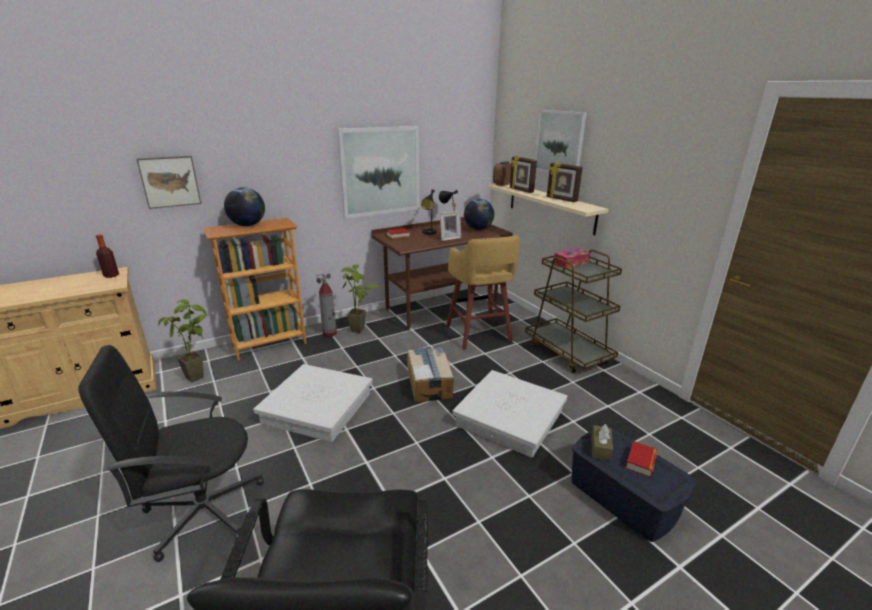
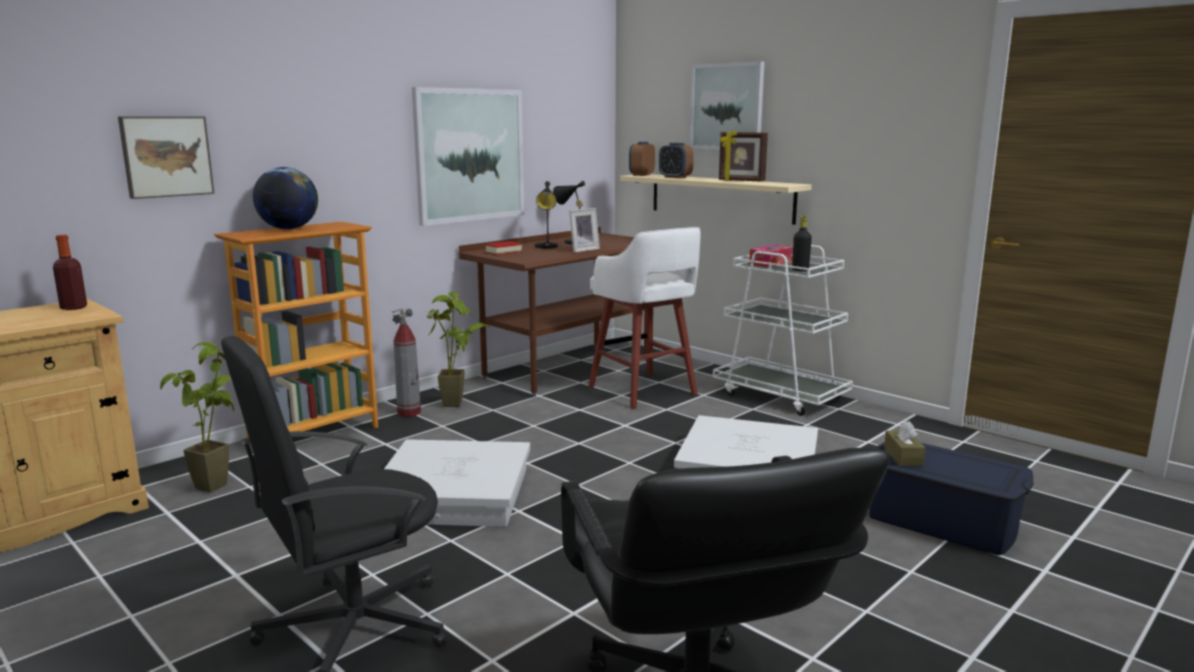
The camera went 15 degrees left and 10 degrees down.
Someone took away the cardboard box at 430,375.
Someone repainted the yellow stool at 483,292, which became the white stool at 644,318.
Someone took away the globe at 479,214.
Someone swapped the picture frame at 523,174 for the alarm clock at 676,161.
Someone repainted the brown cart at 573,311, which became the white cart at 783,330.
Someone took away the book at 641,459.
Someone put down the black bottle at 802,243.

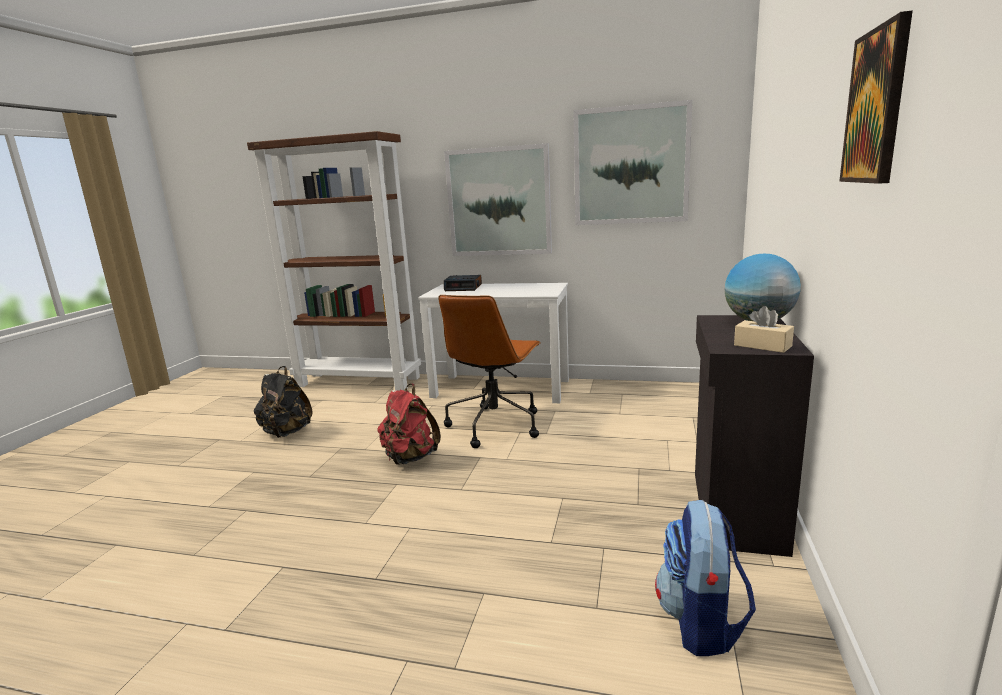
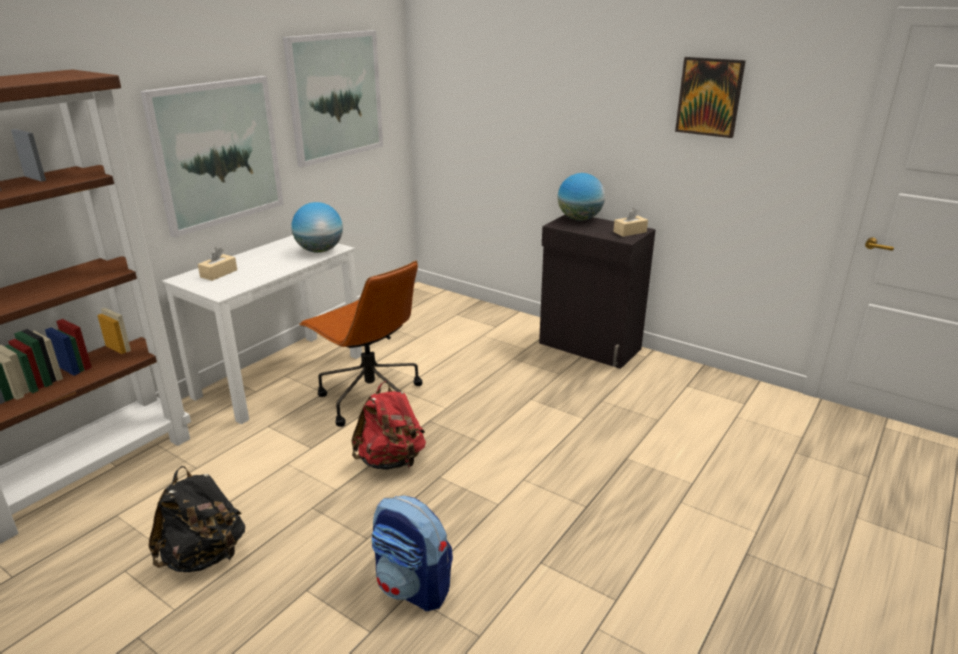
The camera went 70 degrees left and 10 degrees up.
Someone swapped the alarm clock at 463,283 for the beige tissue box at 217,264.
Someone carried the backpack from 705,578 to 412,553.
Someone put down the globe at 317,227.

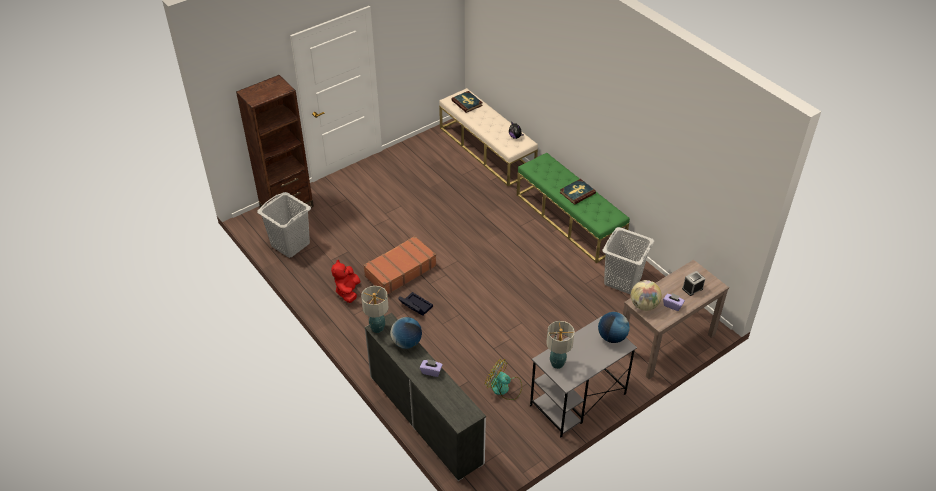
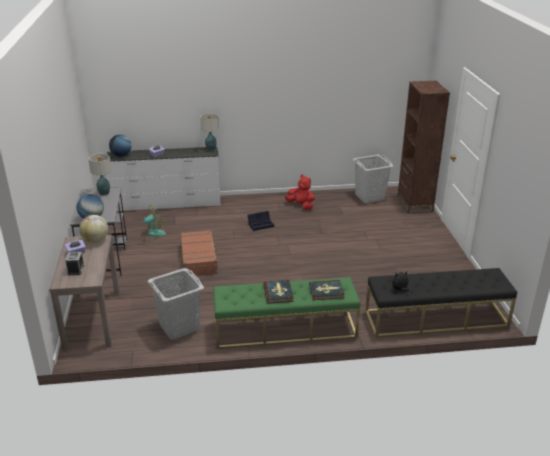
The camera went 120 degrees right and 15 degrees down.
Someone carried the brown suitcase from 400,265 to 200,253.
Someone carried the globe from 406,333 to 120,146.
Someone repainted the beige bench at 488,137, which became the black bench at 441,303.
Someone carried the book from 467,102 to 327,290.

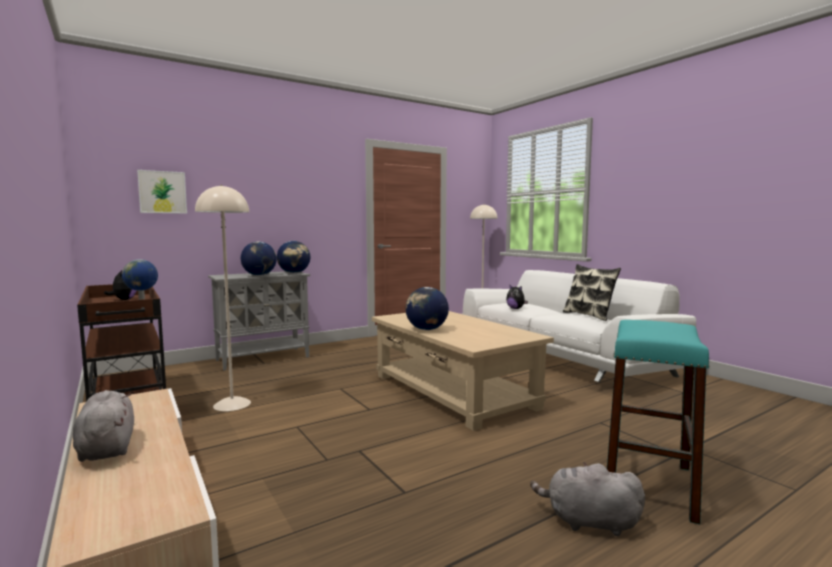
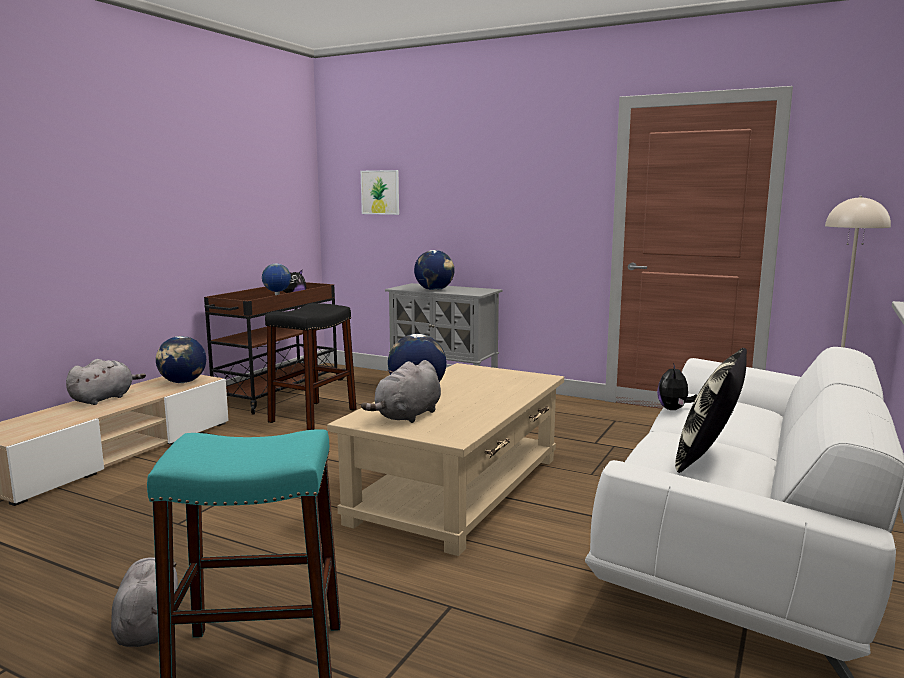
The camera went 60 degrees right and 5 degrees up.
Someone swapped the beige floor lamp at 223,298 for the black stool at 311,366.
Someone carried the globe from 293,257 to 181,359.
Someone put down the grey plush toy at 401,391.

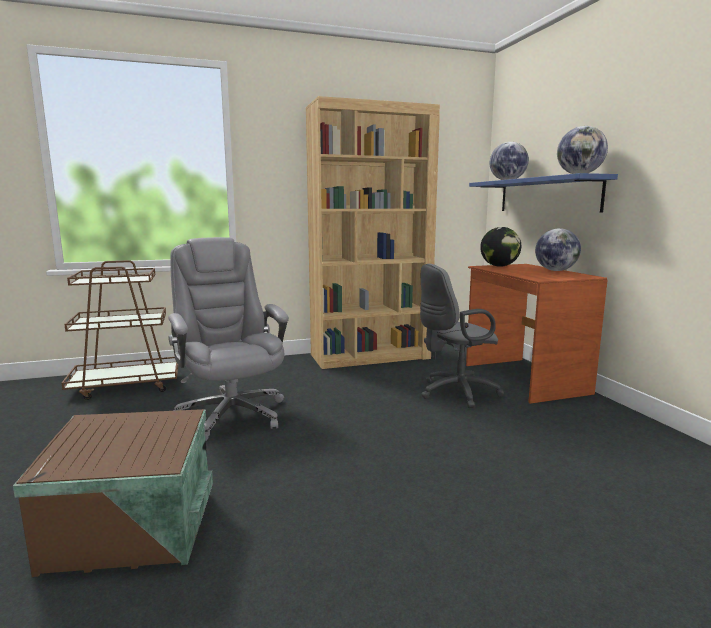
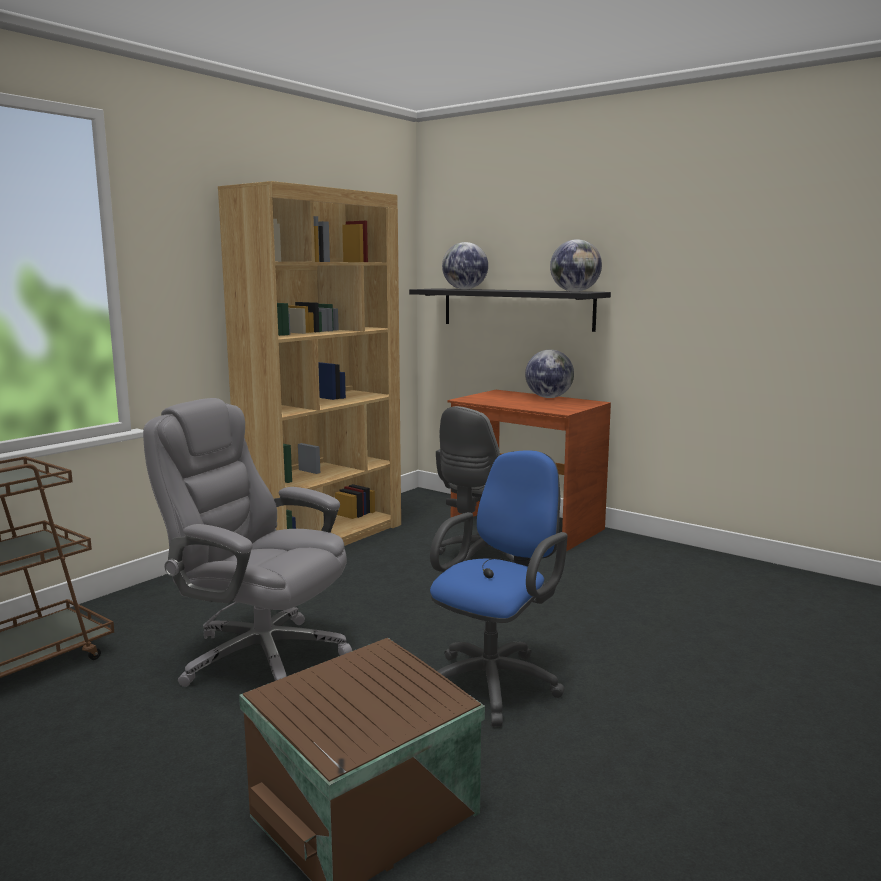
The camera went 35 degrees left and 0 degrees up.
Someone repainted the blue shelf at 543,193, which became the black shelf at 510,310.
Someone took away the globe at 500,247.
Someone put down the blue office chair at 498,588.

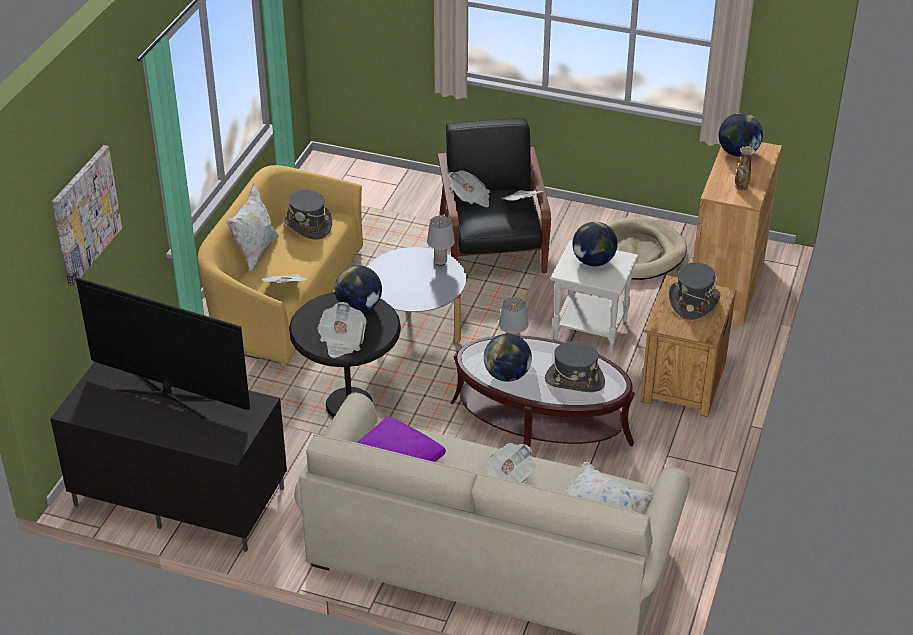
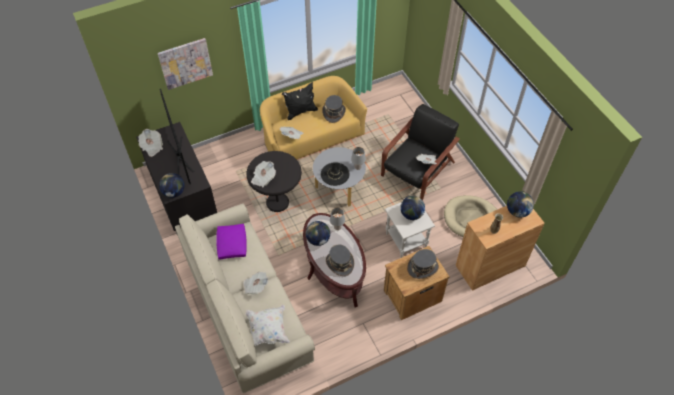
The camera went 45 degrees right and 15 degrees up.
Someone repainted the white pillow at 252,228, which became the black pillow at 300,101.
Someone carried the globe from 358,288 to 171,185.
Someone carried the newspaper from 469,188 to 150,143.
Someone put down the black hat at 335,174.

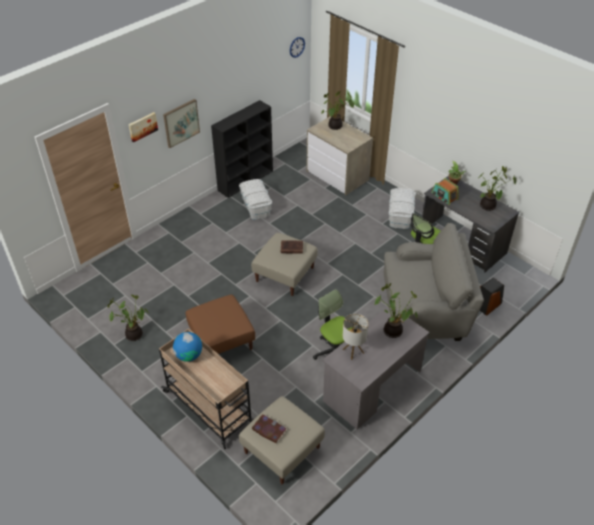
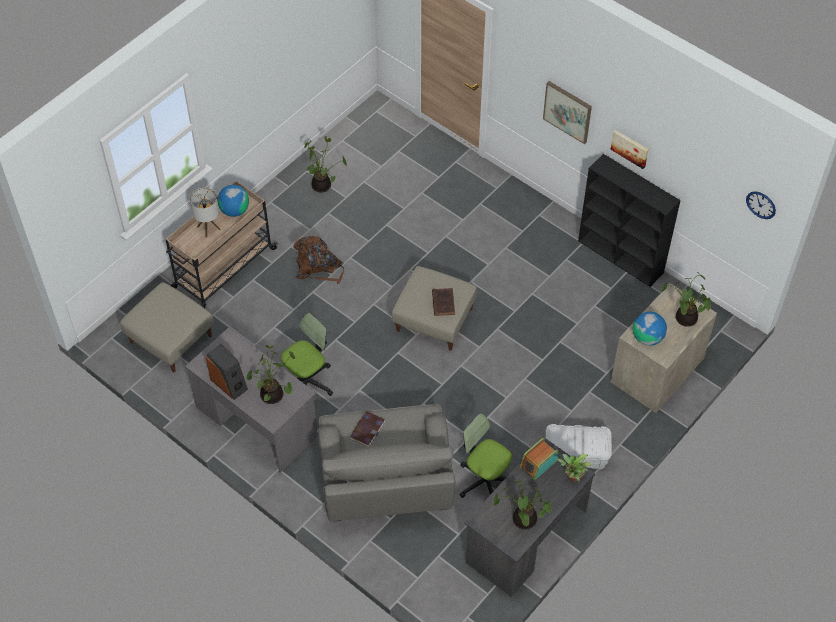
The camera went 85 degrees right and 10 degrees up.
Someone carried the picture from 143,127 to 629,149.
Someone swapped the brown ottoman at 220,324 for the brown backpack at 318,260.
Someone took away the white storage box at 255,199.
Someone carried the book from 269,429 to 367,429.
Someone carried the table lamp from 355,337 to 205,212.
Someone carried the speaker from 492,296 to 227,372.
Someone put down the globe at 650,329.

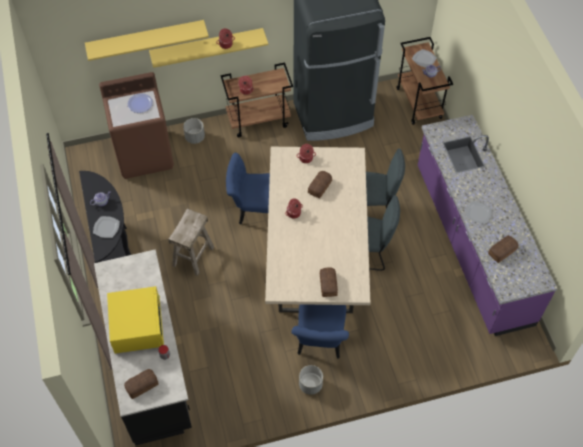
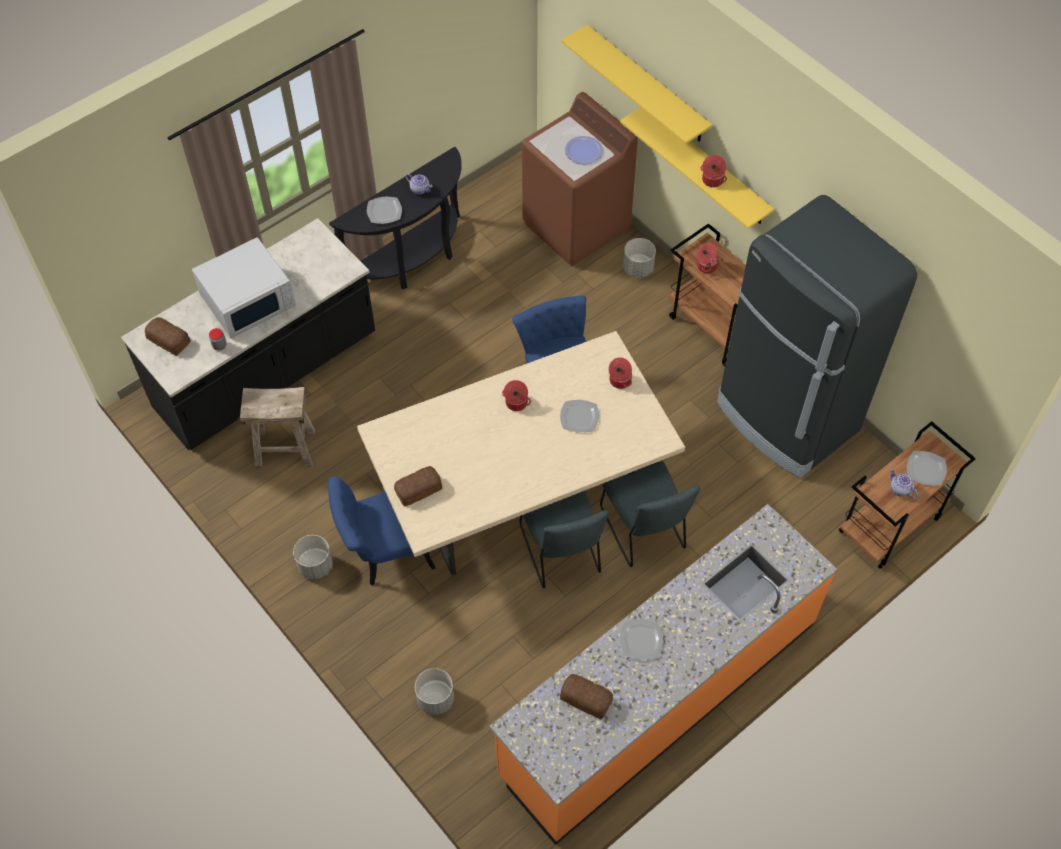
The camera went 65 degrees right and 0 degrees up.
Someone repainted the yellow microwave at 135,320, which became the white microwave at 244,288.
Someone carried the beige stool from 191,242 to 277,427.
Someone swapped the bread at 320,184 for the plate at 579,416.
Someone repainted the purple counter at 487,225, which became the orange counter at 663,674.
Someone put down the grey planter at 434,691.

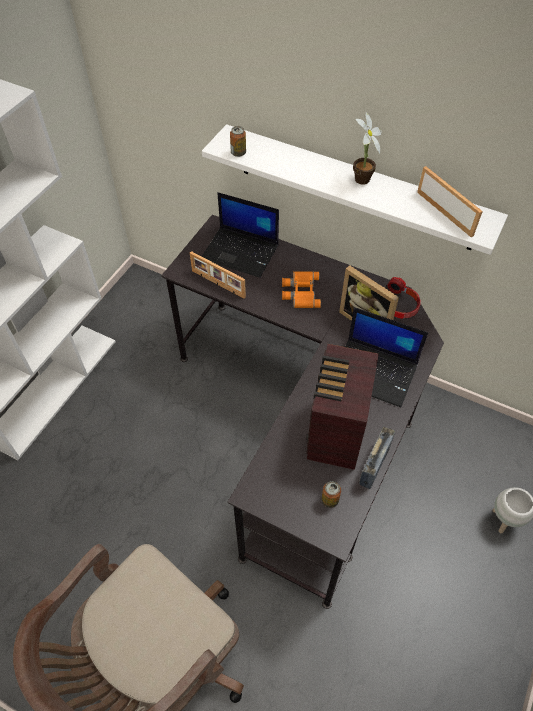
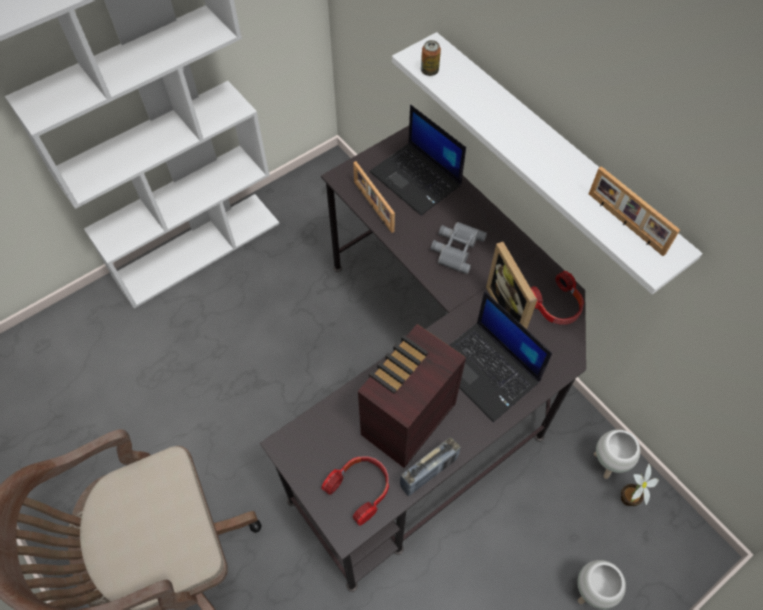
The camera went 25 degrees right and 5 degrees up.
Someone repainted the orange binoculars at 301,289, which became the grey binoculars at 458,248.
Someone swapped the can at 331,494 for the headphones at 355,491.
Someone carried the potted plant from 367,148 to 640,485.
Someone rotated the picture frame at 450,201 by 150 degrees clockwise.
Someone put down the white planter at 617,454.

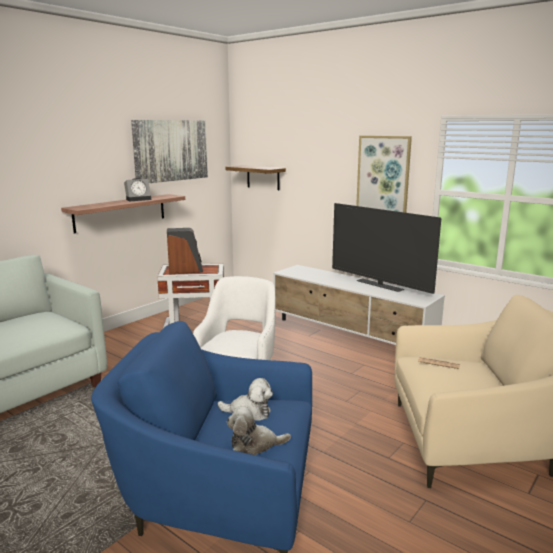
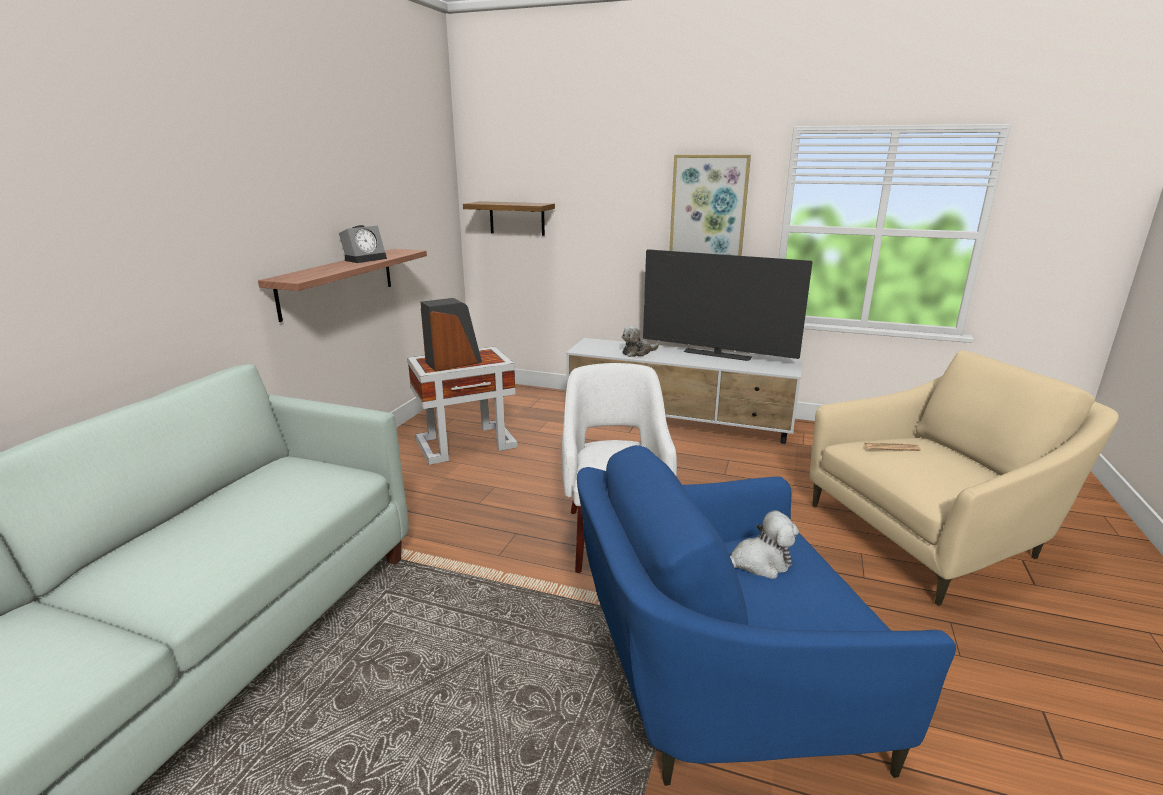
The camera went 20 degrees left and 5 degrees up.
Someone took away the picture at 169,151.
Someone carried the plush toy from 259,430 to 640,341.

